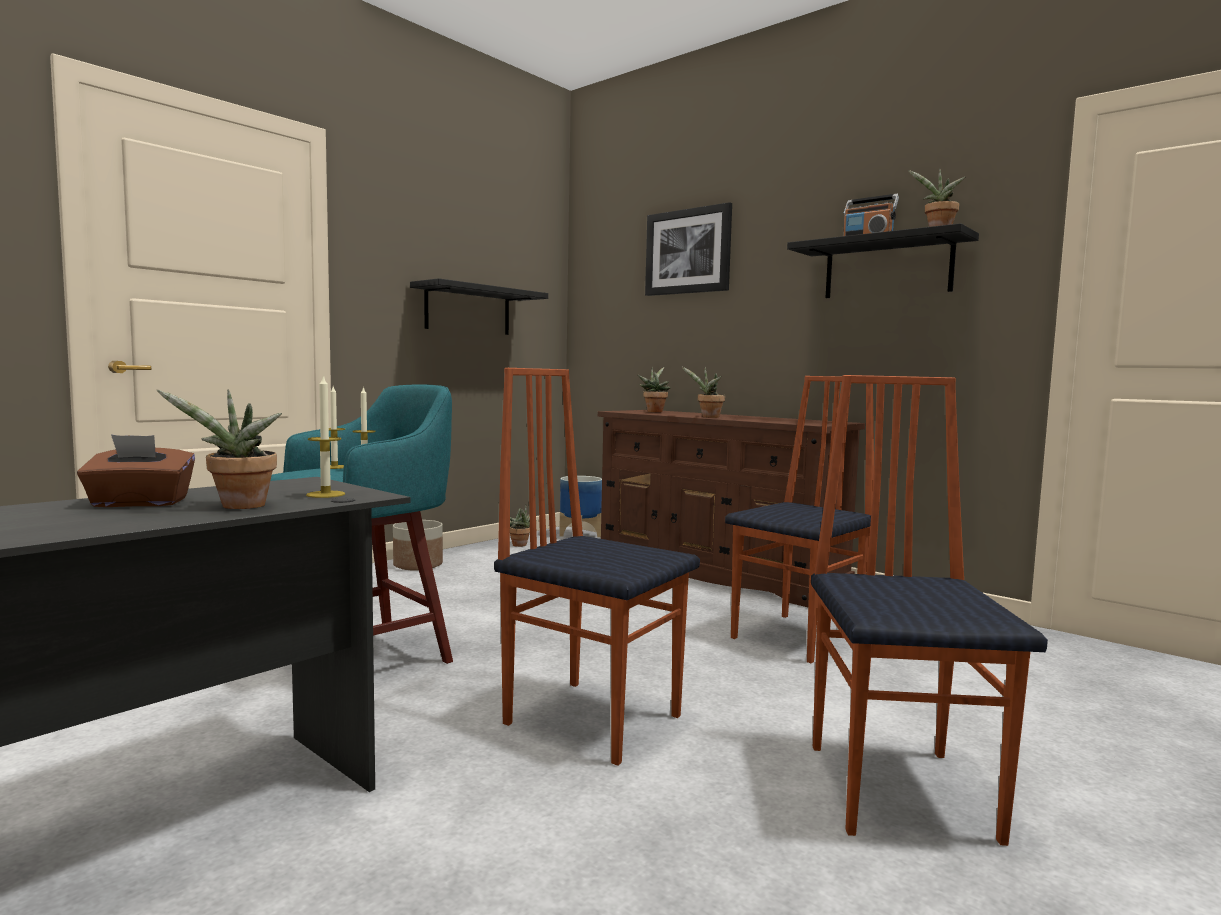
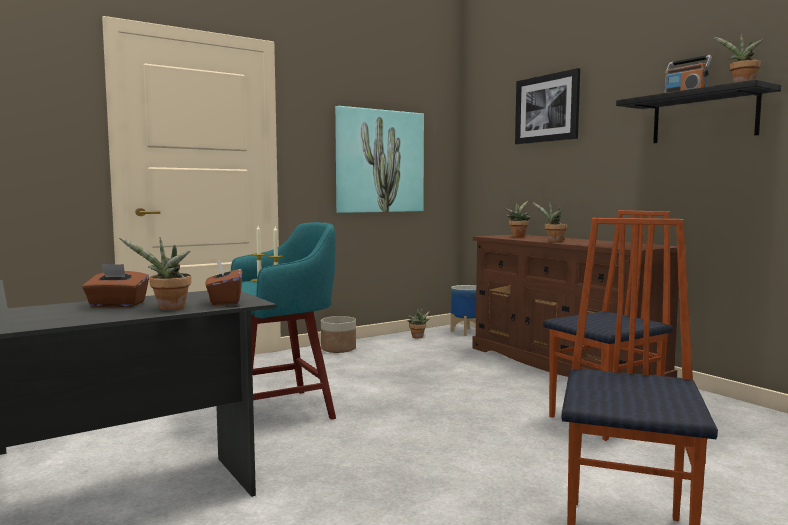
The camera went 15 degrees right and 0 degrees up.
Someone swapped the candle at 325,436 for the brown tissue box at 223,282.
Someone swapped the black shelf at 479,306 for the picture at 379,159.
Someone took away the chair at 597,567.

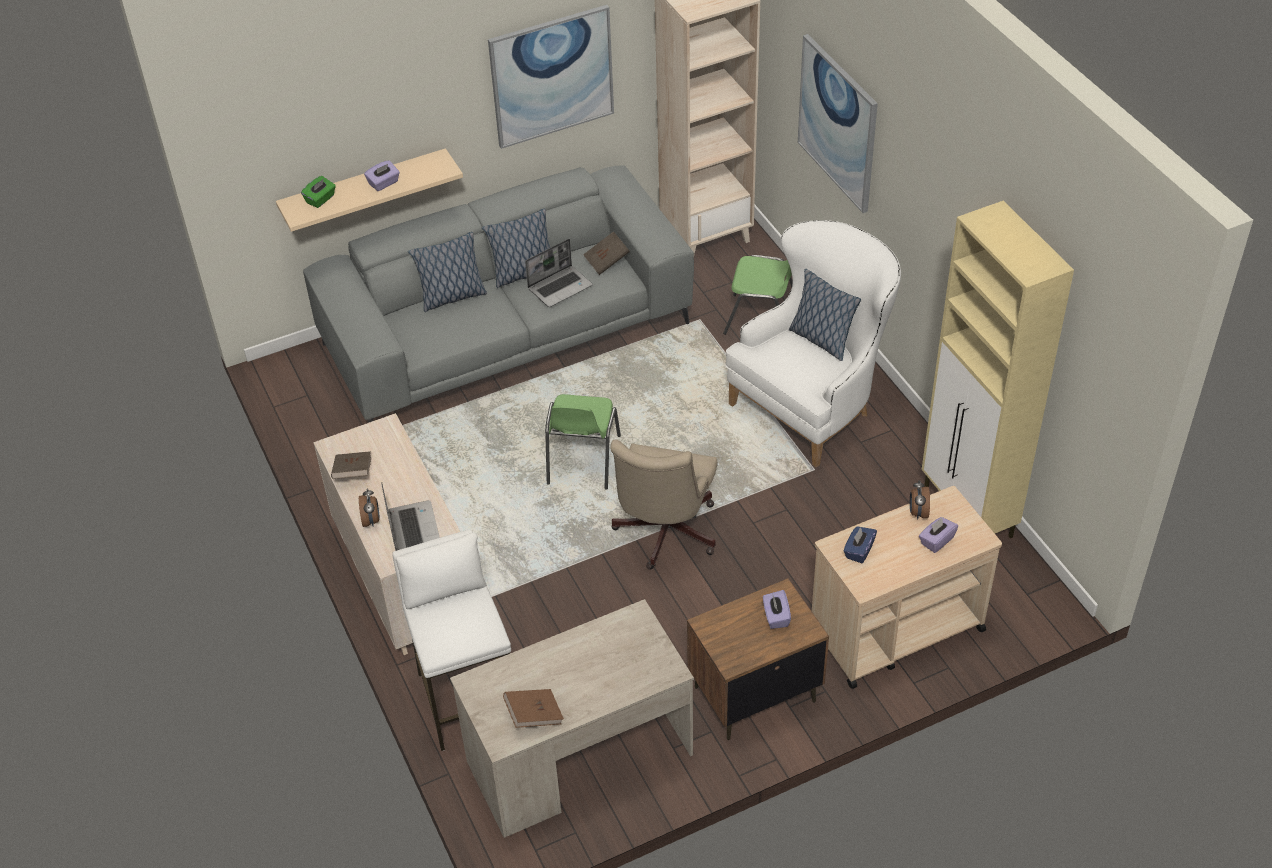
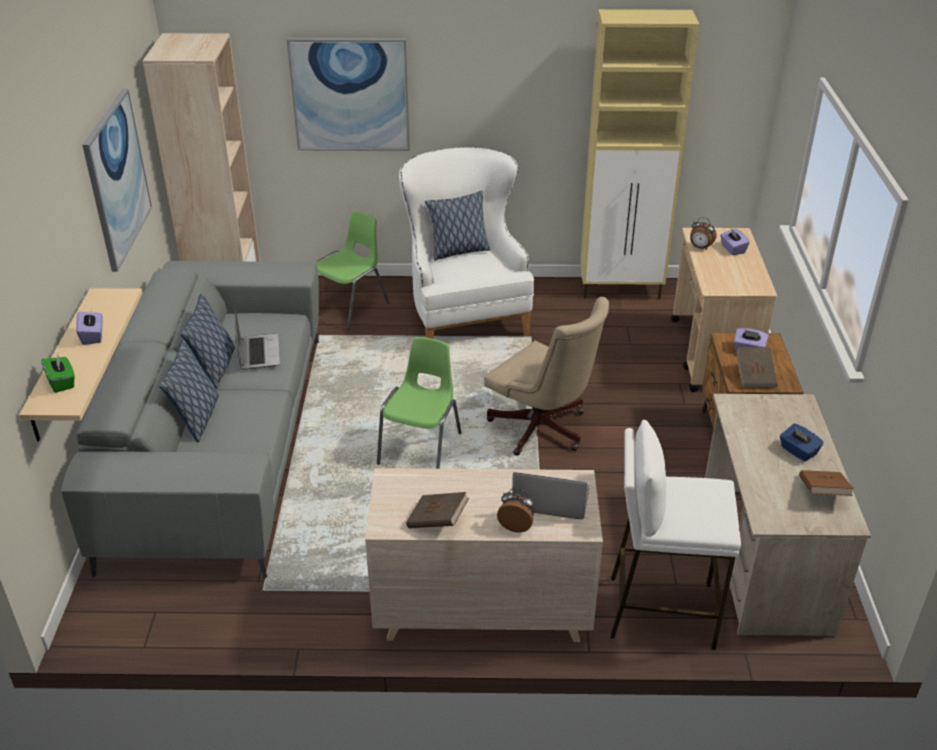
The camera went 65 degrees left and 10 degrees down.
Someone rotated the green chair at 583,442 by 105 degrees counterclockwise.
Someone carried the brown book from 606,253 to 756,367.
Someone carried the blue tissue box from 860,544 to 801,443.

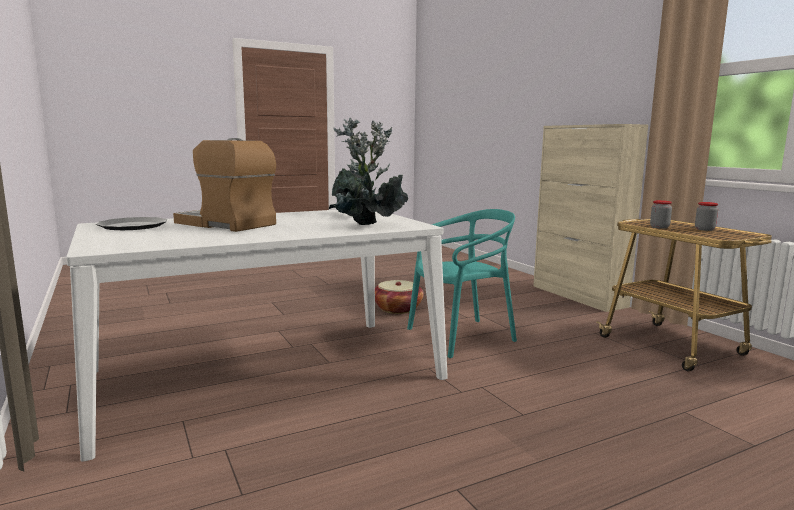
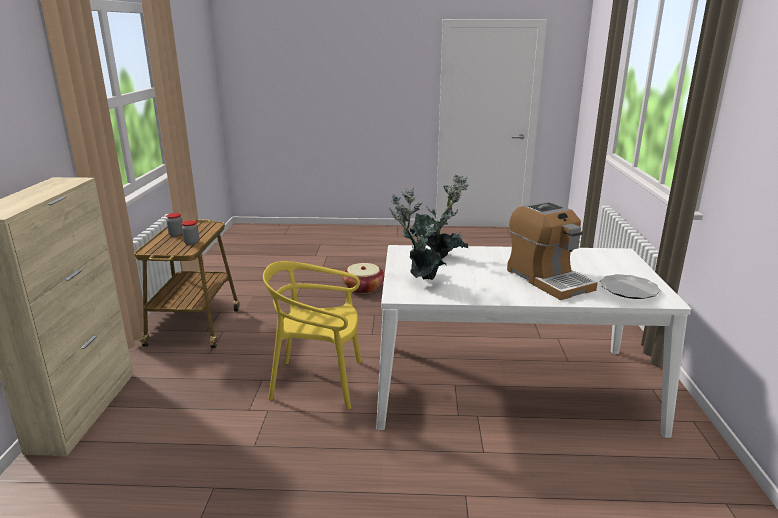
The camera went 150 degrees left and 10 degrees up.
Someone carried the basket from 399,297 to 363,278.
Someone repainted the turquoise chair at 462,283, which became the yellow chair at 312,335.

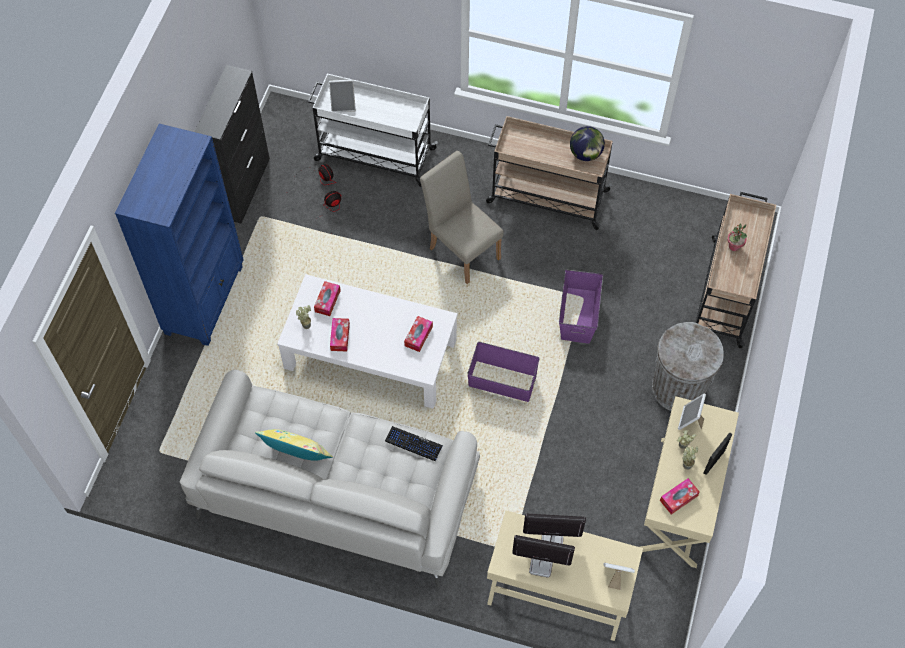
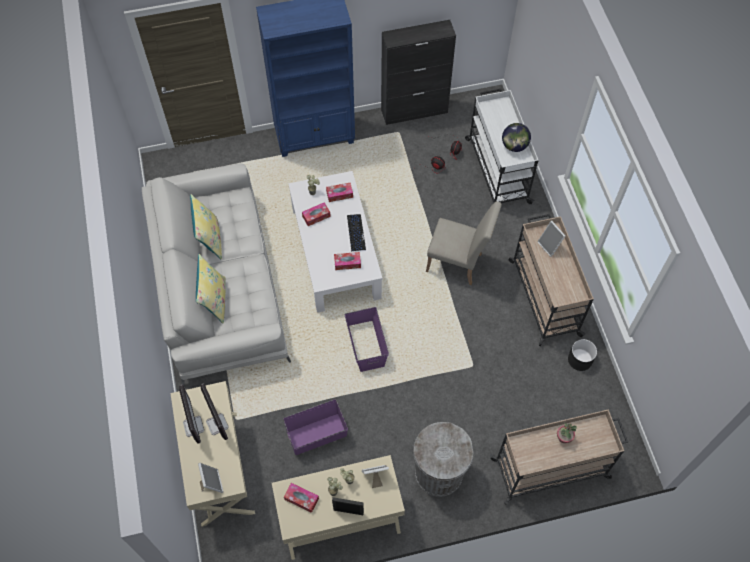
The camera went 60 degrees right and 0 degrees up.
Someone carried the picture frame from 342,95 to 551,239.
Someone carried the keyboard from 414,444 to 356,233.
Someone rotated the beige chair at 461,217 by 90 degrees clockwise.
Someone carried the purple storage box from 581,307 to 315,427.
Someone carried the globe from 587,143 to 516,137.
Someone put down the yellow pillow at 211,289.
Someone put down the black planter at 582,355.

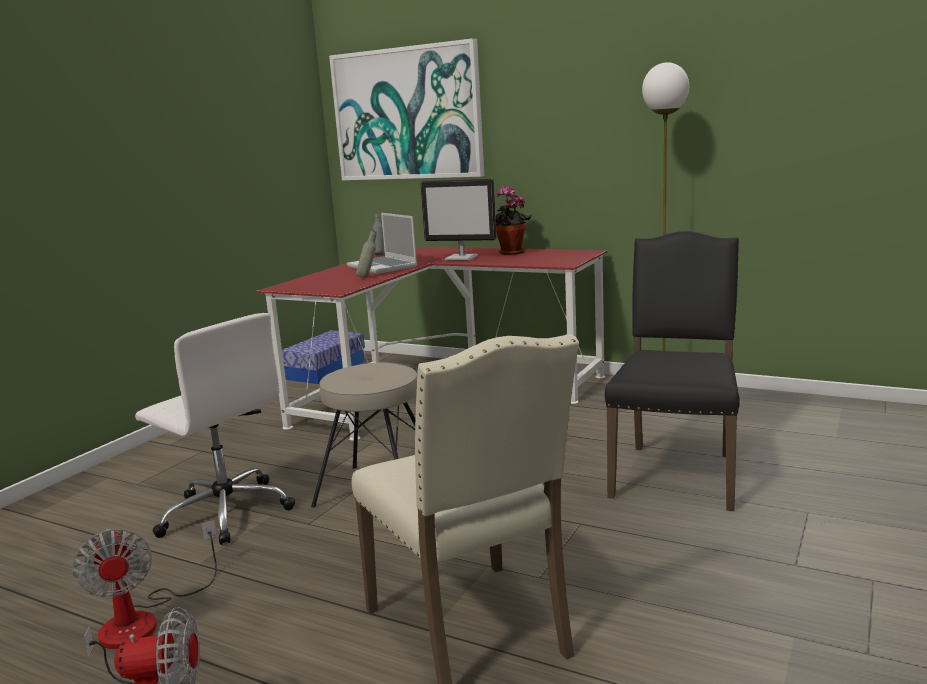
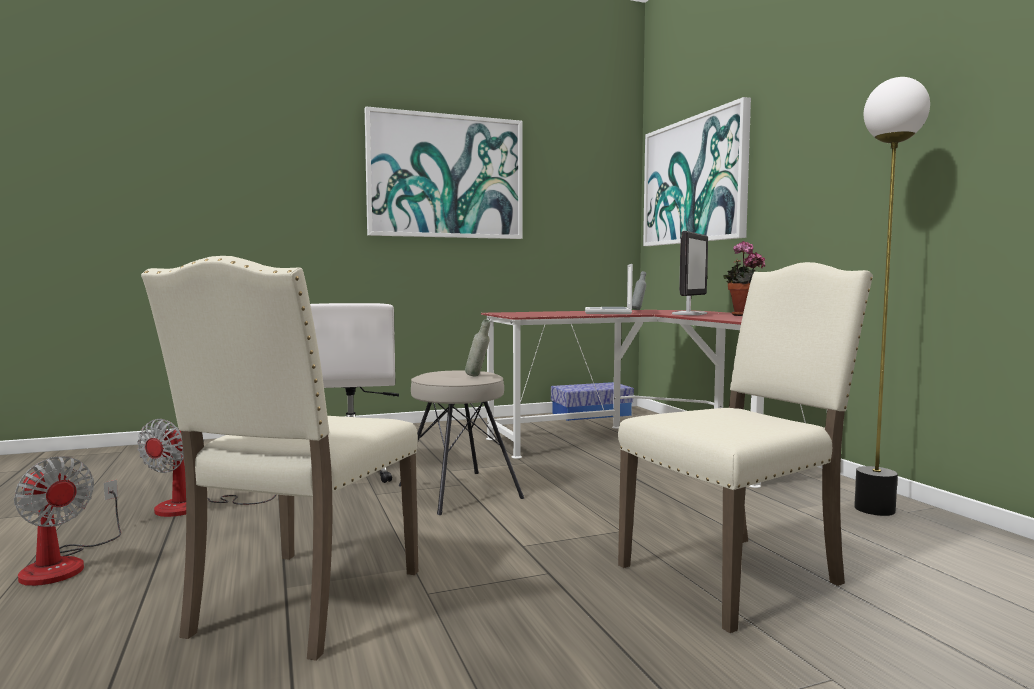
The camera went 40 degrees right and 10 degrees down.
Someone carried the grey bottle from 366,254 to 477,348.
Someone rotated the monitor at 458,219 by 120 degrees counterclockwise.
Someone repainted the black chair at 672,371, which became the beige chair at 745,447.
Someone put up the picture at 443,172.

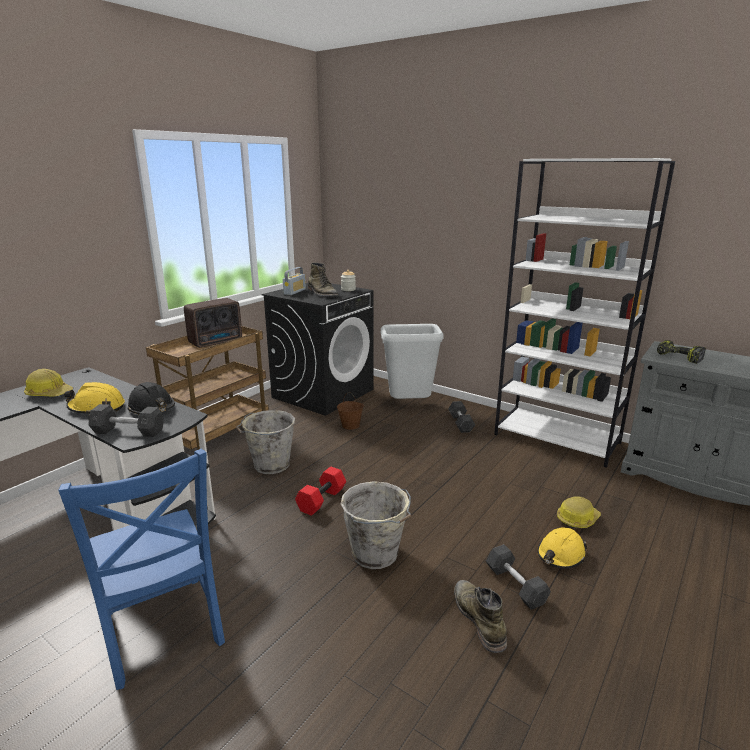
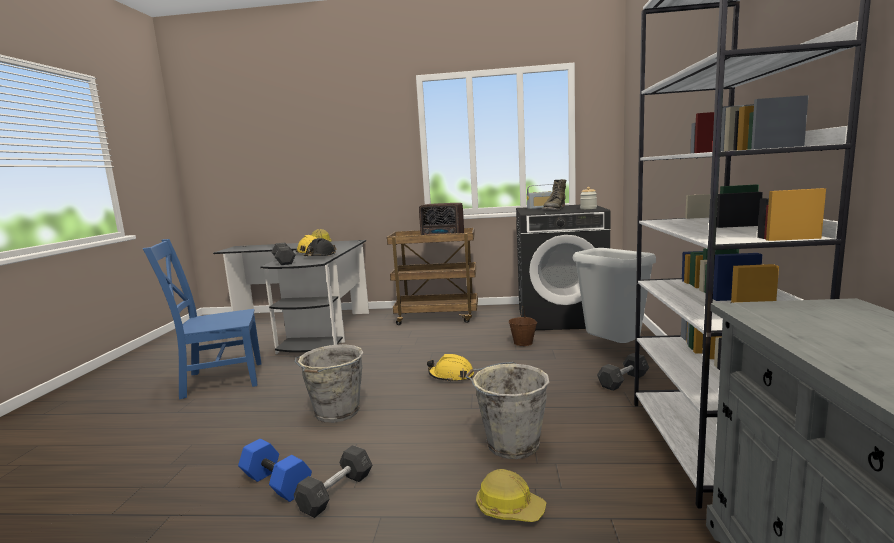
The camera went 60 degrees right and 10 degrees down.
Someone rotated the blue chair at 141,569 by 45 degrees clockwise.
Someone carried the grey bucket from 265,442 to 507,410.
Someone took away the red dumbbell at 320,491.
Someone swapped the green boot at 480,616 for the blue dumbbell at 275,470.
Someone carried the yellow hard hat from 562,548 to 450,368.
Someone took away the power drill at 681,352.

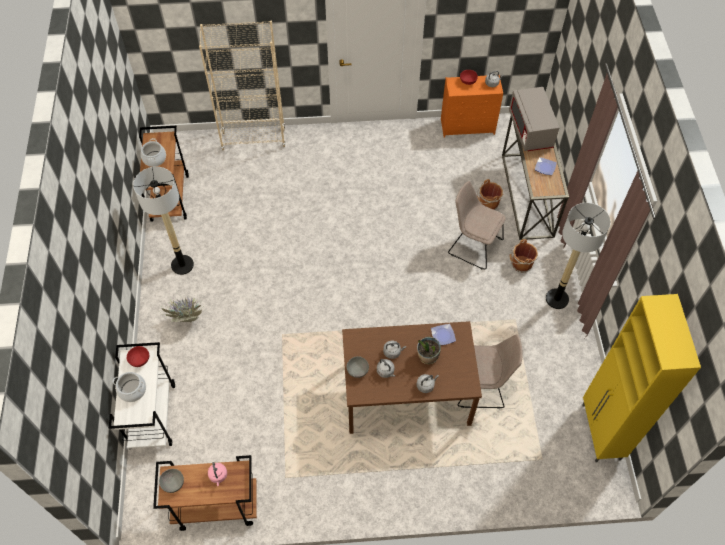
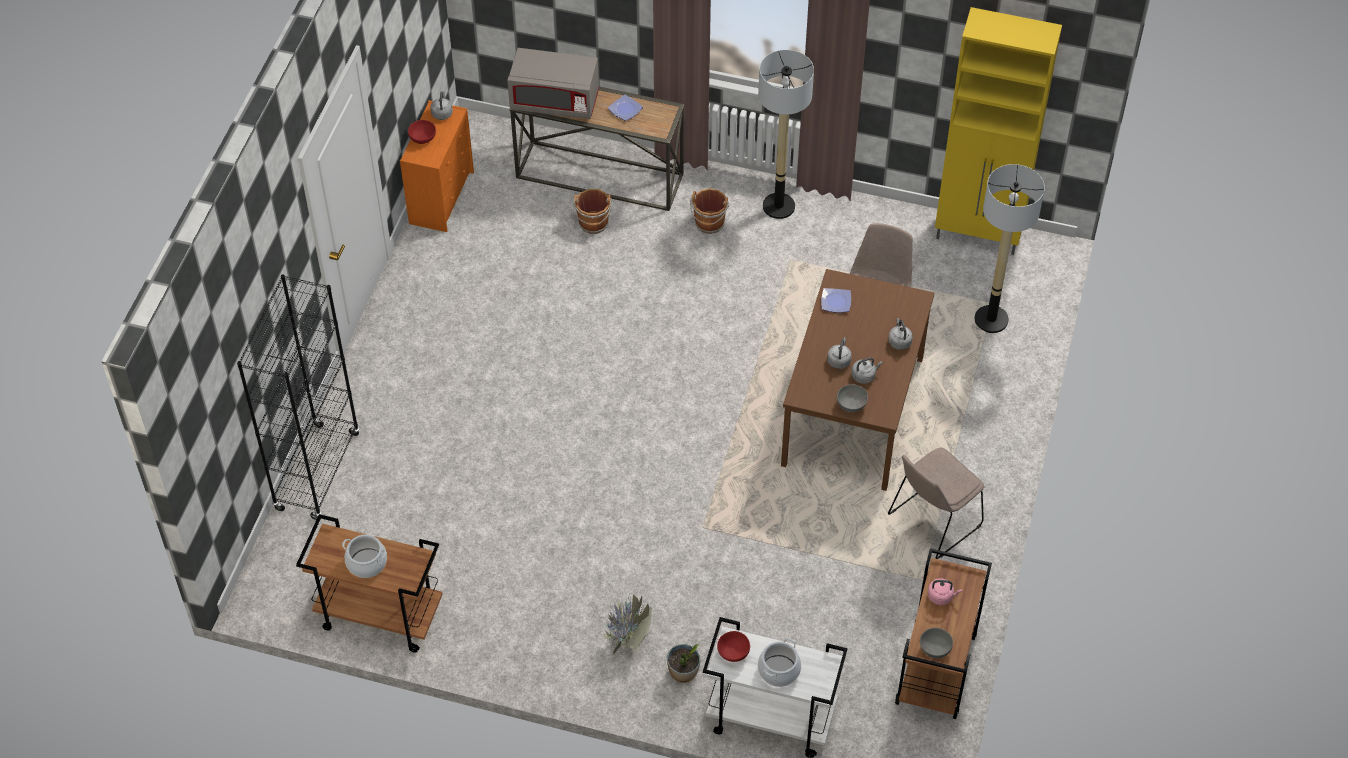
The camera went 70 degrees left and 5 degrees down.
Someone carried the floor lamp from 163,221 to 1010,248.
Someone repainted the beige bookcase at 242,85, which became the black bookcase at 298,397.
Someone carried the potted plant from 429,350 to 683,663.
Someone carried the beige chair from 477,225 to 936,503.

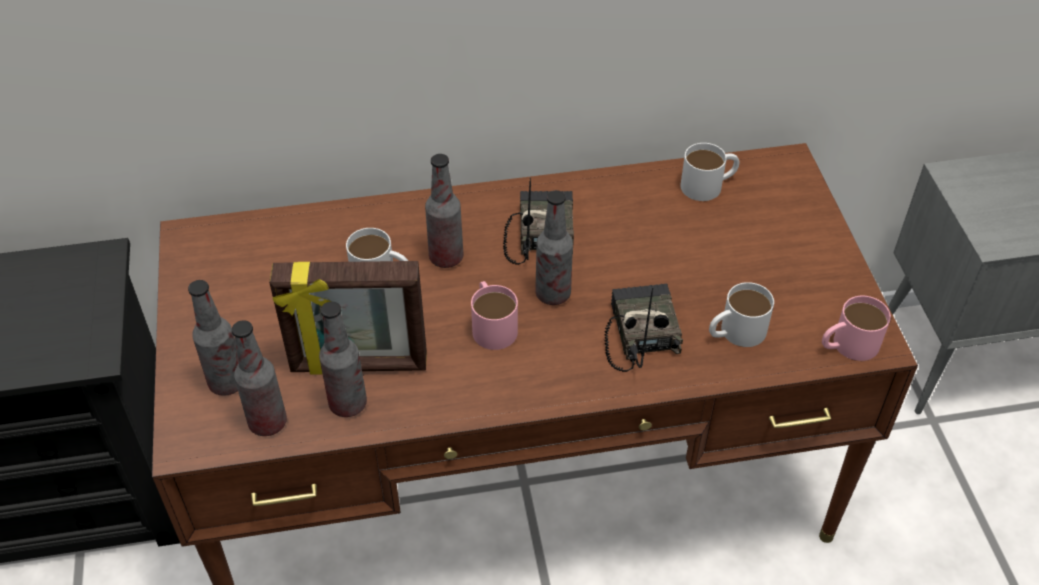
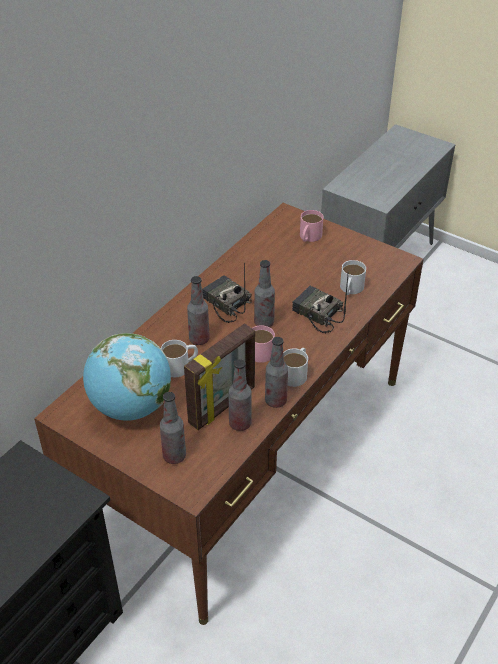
The camera went 45 degrees left and 5 degrees down.
Someone carried the bottle from 259,378 to 276,372.
Someone carried the white mug from 710,172 to 295,367.
Someone carried the pink mug from 856,328 to 311,226.
Someone put down the globe at 127,376.

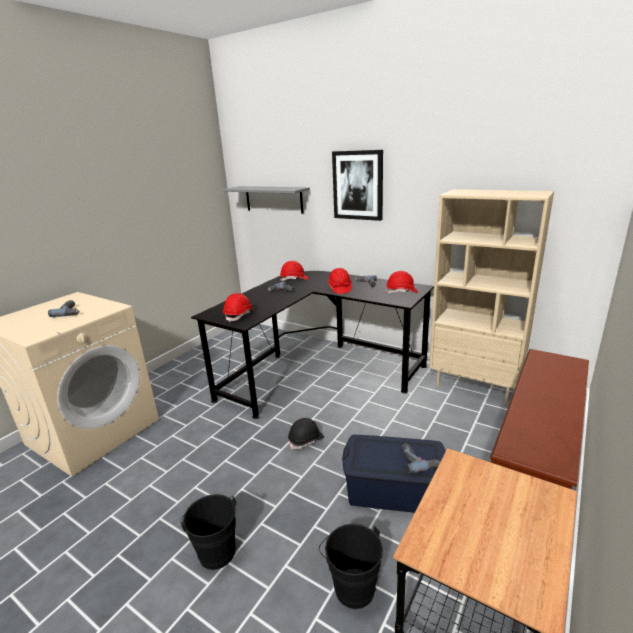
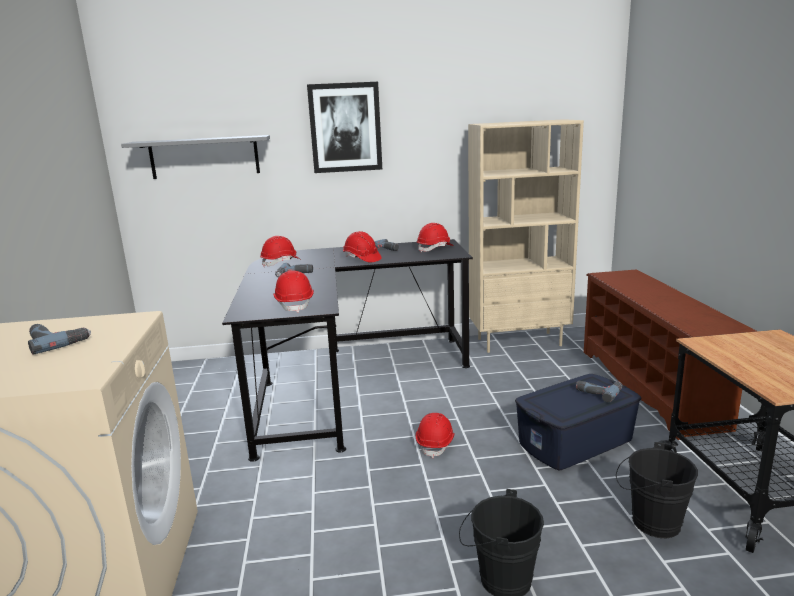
The camera went 40 degrees left and 5 degrees down.
Someone repainted the black hard hat at 306,434, which became the red hard hat at 435,435.

